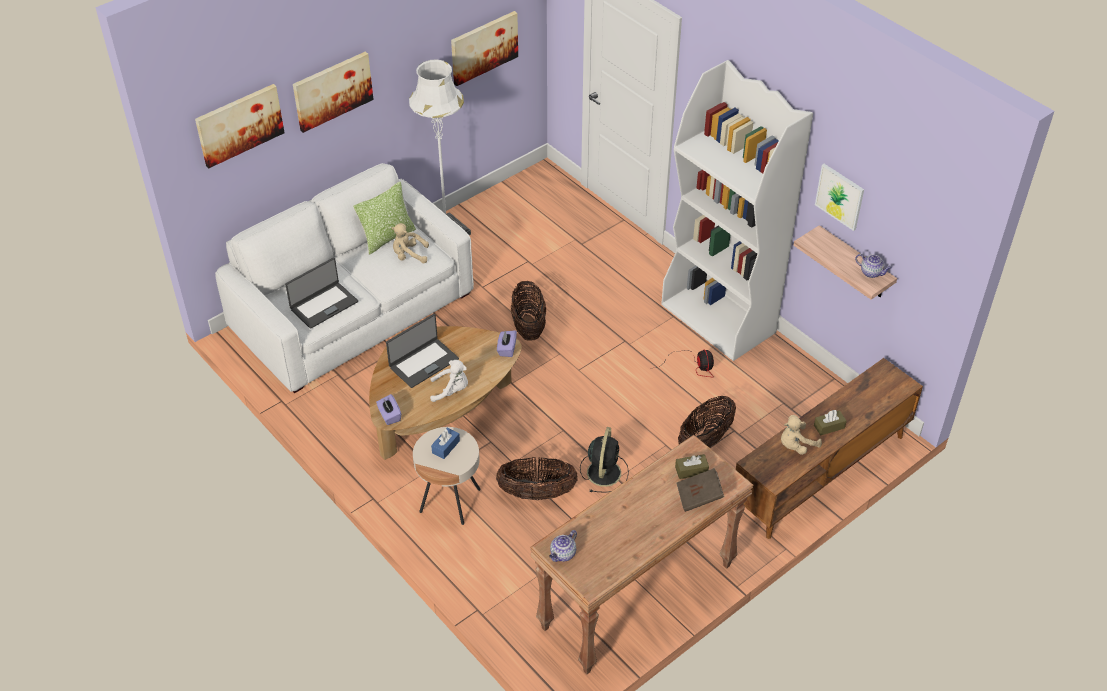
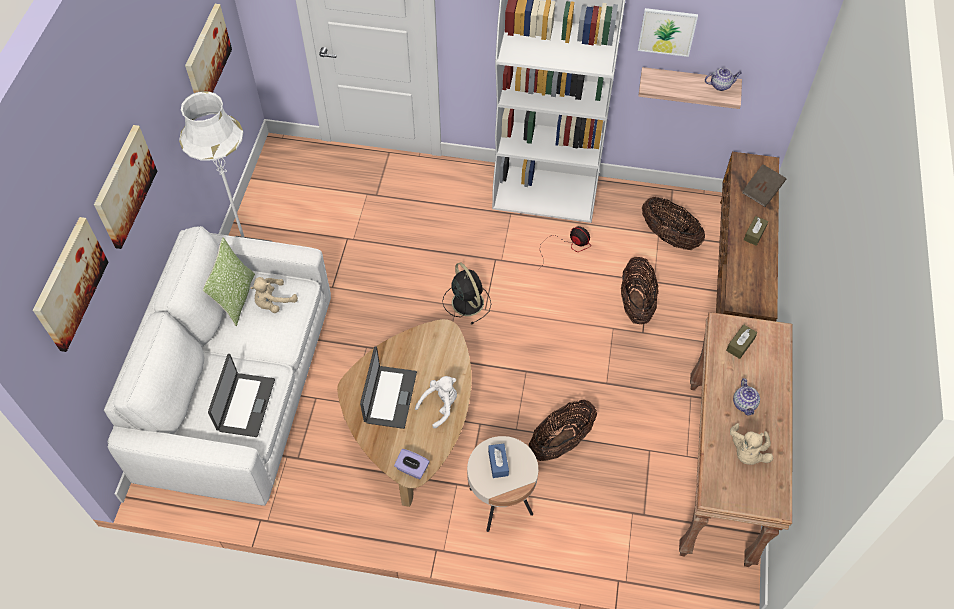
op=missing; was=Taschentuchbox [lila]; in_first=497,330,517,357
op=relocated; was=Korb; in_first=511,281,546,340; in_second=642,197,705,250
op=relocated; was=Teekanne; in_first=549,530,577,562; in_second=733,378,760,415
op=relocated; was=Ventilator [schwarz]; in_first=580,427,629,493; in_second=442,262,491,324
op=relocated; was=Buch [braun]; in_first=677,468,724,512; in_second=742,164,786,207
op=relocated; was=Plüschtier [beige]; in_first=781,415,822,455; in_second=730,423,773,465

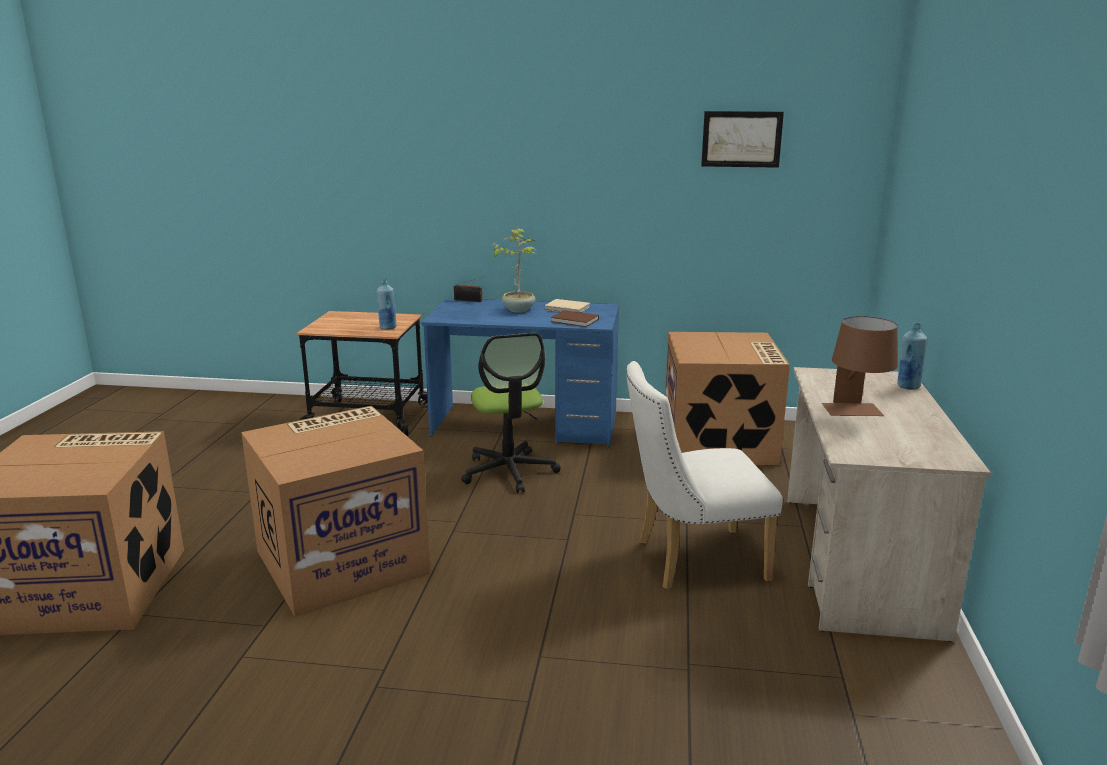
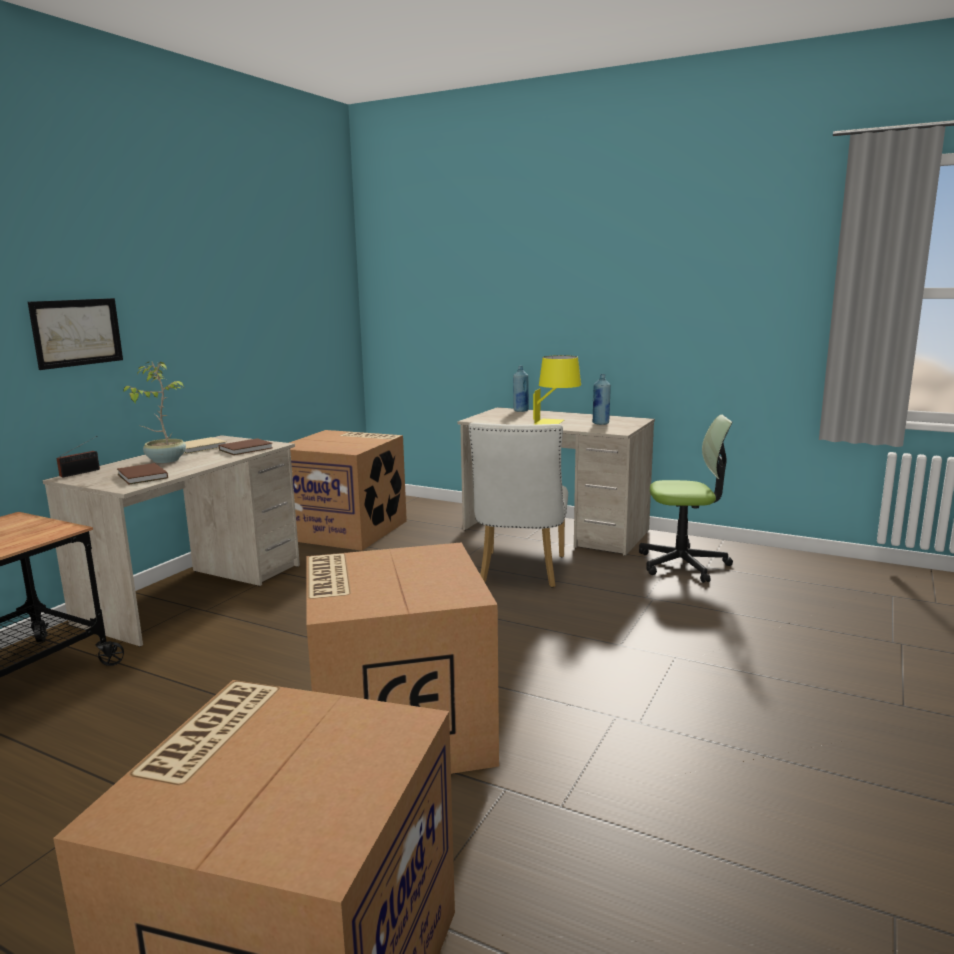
op=appeared; now=Buch [braun]; in_second=117,463,168,484
op=relocated; was=Flasche [blau]; in_first=376,279,396,330; in_second=592,374,611,425
op=relocated; was=Bürostuhl; in_first=461,333,561,493; in_second=639,415,733,583
op=relocated; was=Bild; in_first=701,111,784,168; in_second=28,298,123,370
op=colour; was=Schreibtisch [blau]; now=Schreibtisch [beige]; in_first=422,298,619,447; in_second=42,435,300,647
op=colour; was=Tischlampe [braun]; now=Tischlampe [gelb]; in_first=822,316,898,416; in_second=533,355,581,425

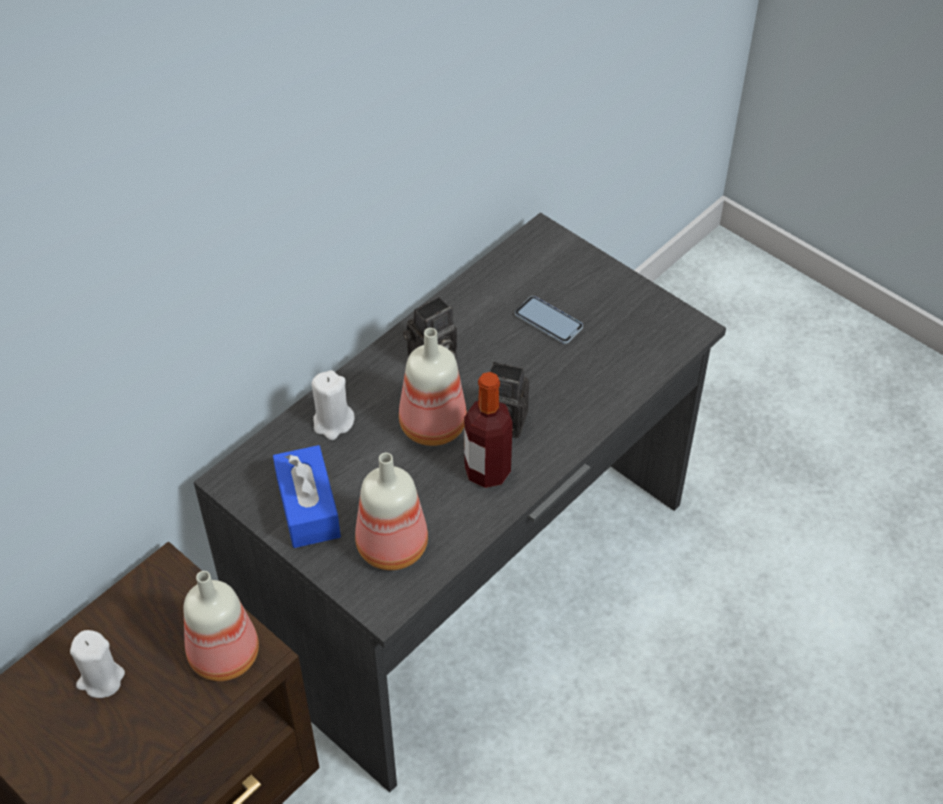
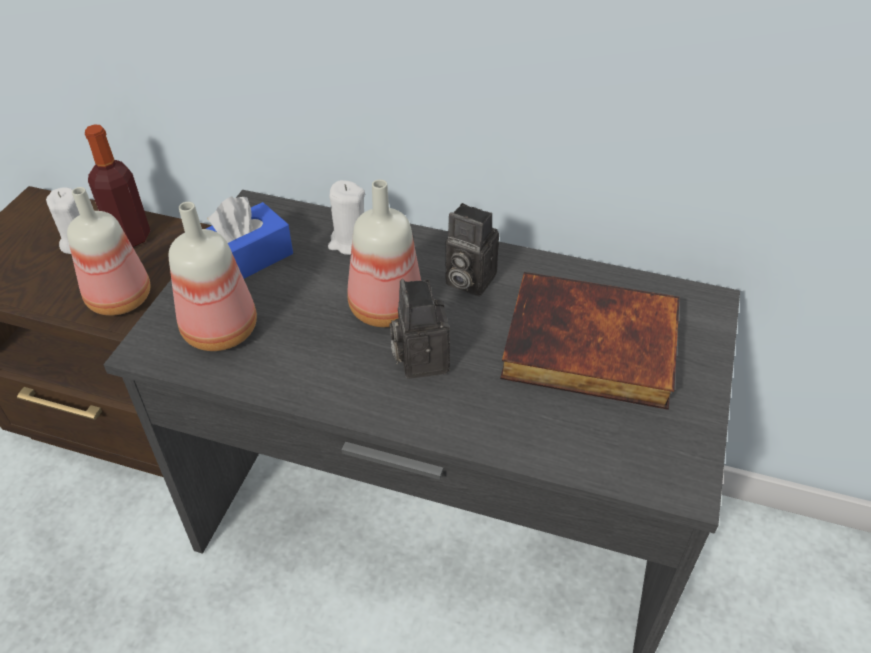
op=relocated; was=Flasche; in_first=464,372,513,488; in_second=85,125,151,247
op=exchanged; was=Handy; now=Buch; in_first=515,296,583,344; in_second=500,272,680,410

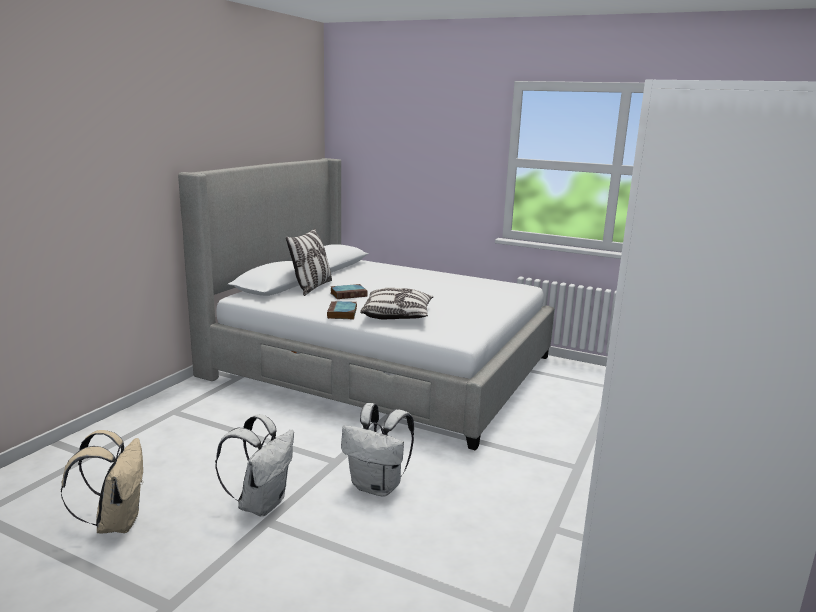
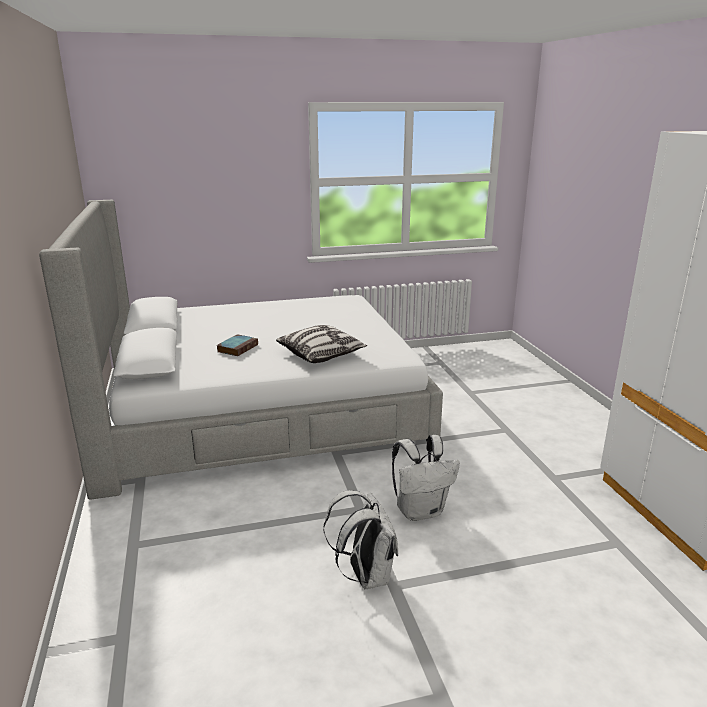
op=missing; was=Rucksack [beige]; in_first=61,430,144,533
op=missing; was=Kissen; in_first=286,228,332,296
op=missing; was=Buch; in_first=327,301,357,319

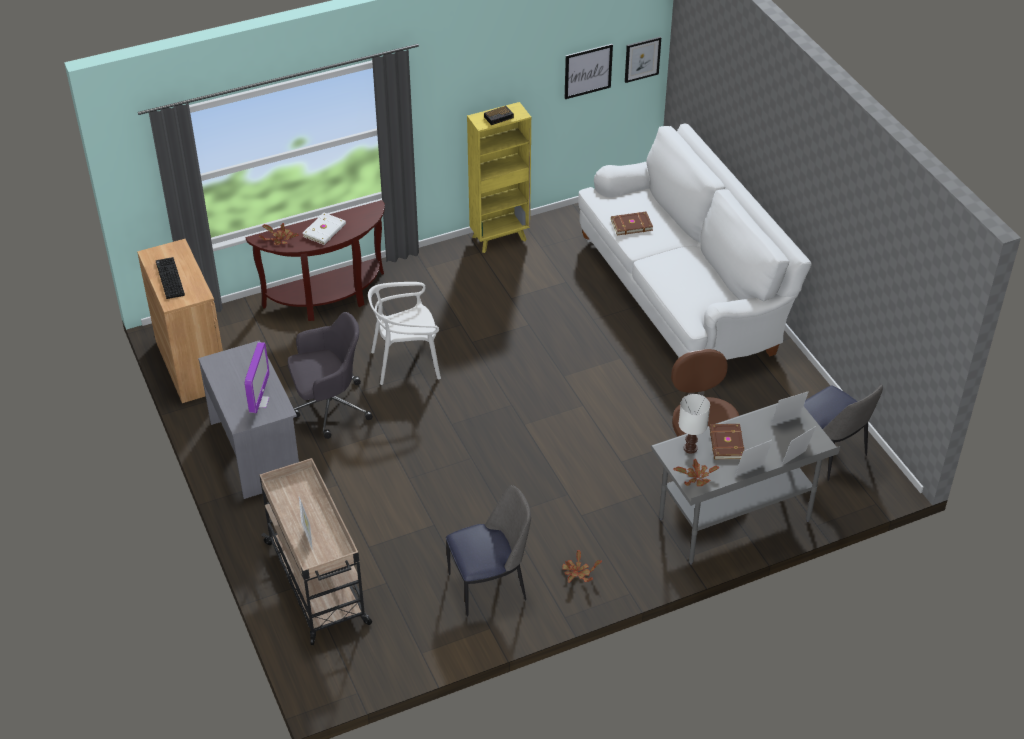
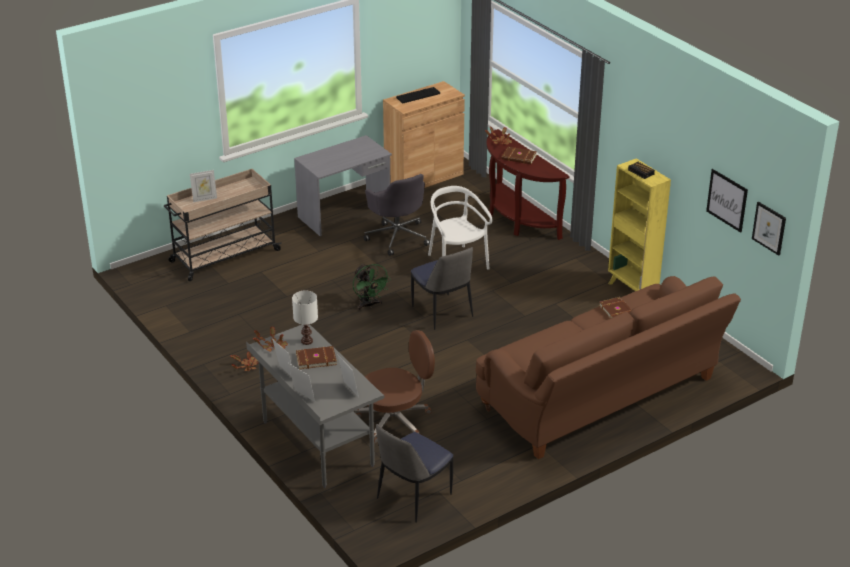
op=missing; was=Monitor; in_first=245,342,269,413
op=appeared; now=Ventilator [grün]; in_second=353,264,391,310
op=relocated; was=Stuhl; in_first=446,485,531,617; in_second=411,247,473,330
op=colour; was=Buch [weiß]; now=Buch [braun]; in_first=303,213,346,245; in_second=502,147,537,164
op=colour; was=Sofa [weiß]; now=Sofa [braun]; in_first=578,123,811,360; in_second=476,276,741,459

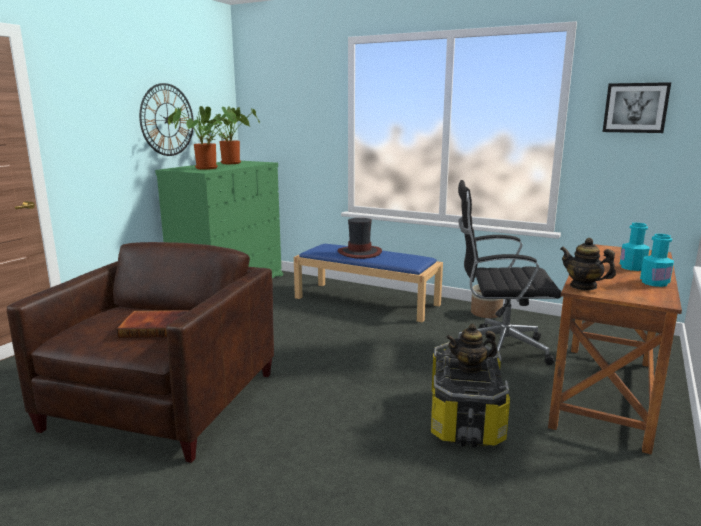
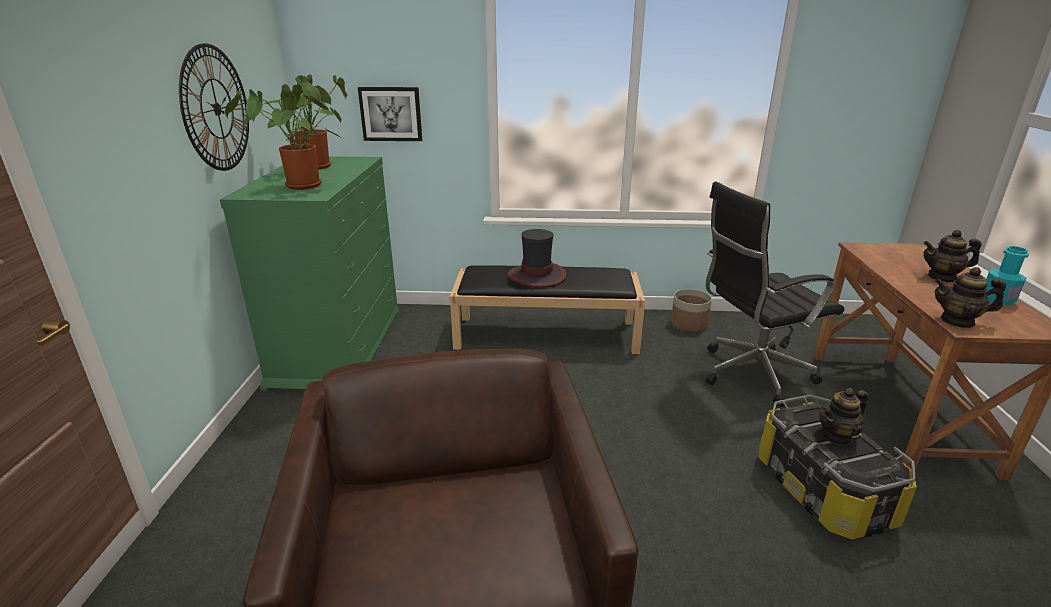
op=missing; was=Buch; in_first=116,310,190,338
op=relocated; was=Bild; in_first=602,82,671,133; in_second=358,87,422,141
op=exchanged; was=Flasche [türkis]; now=Teekanne; in_first=620,223,650,271; in_second=923,230,982,282
op=colour; was=Bank [blau]; now=Bank [schwarz]; in_first=294,244,443,323; in_second=450,265,645,354

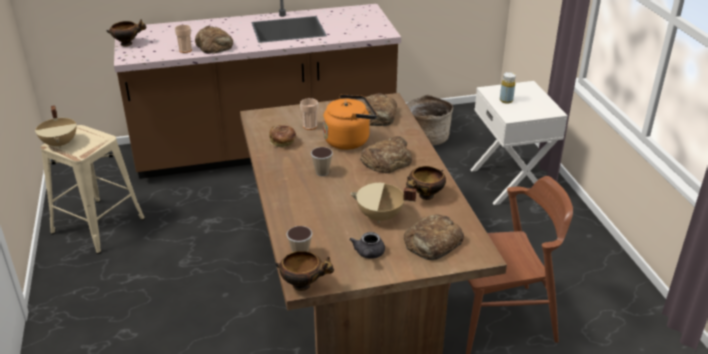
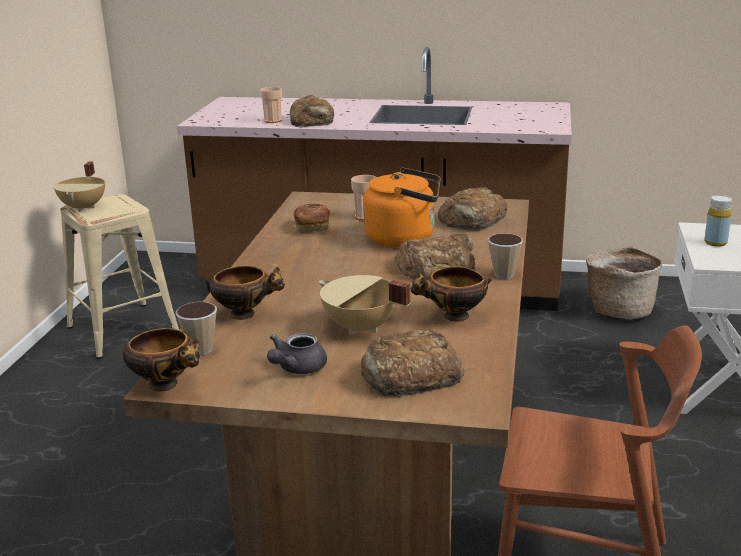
op=relocated; was=Schüssel; in_first=106,20,147,46; in_second=206,266,285,320
op=relocated; was=Tasse; in_first=311,147,333,176; in_second=488,233,523,279

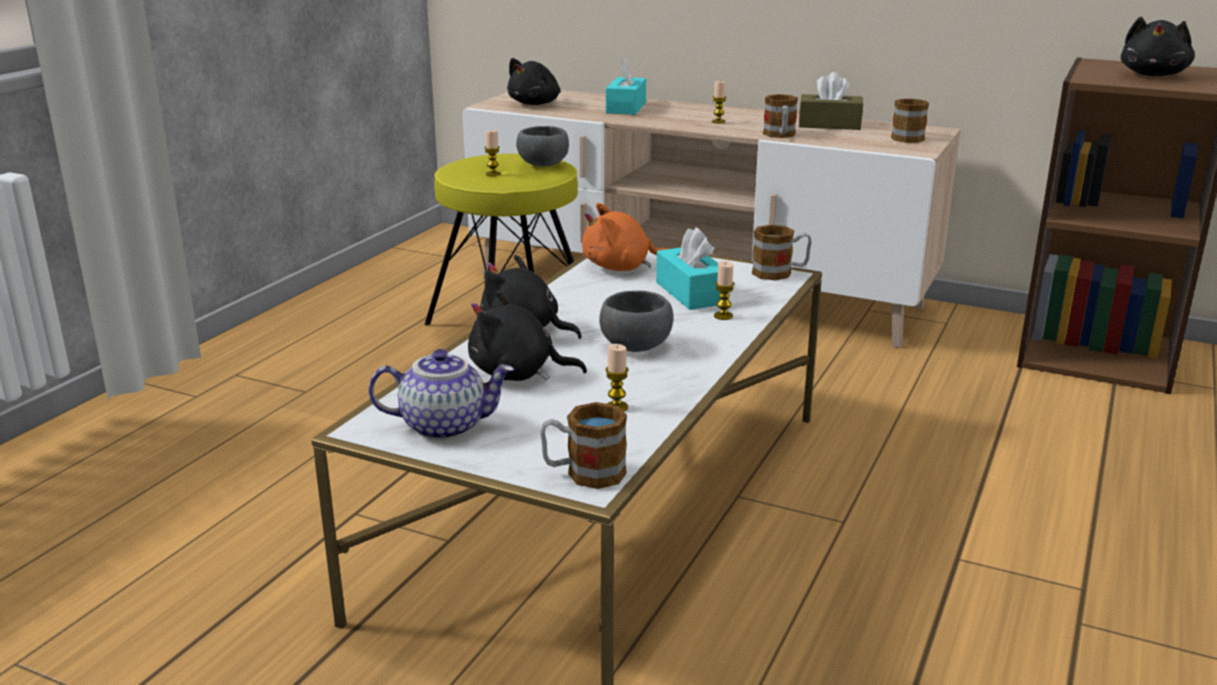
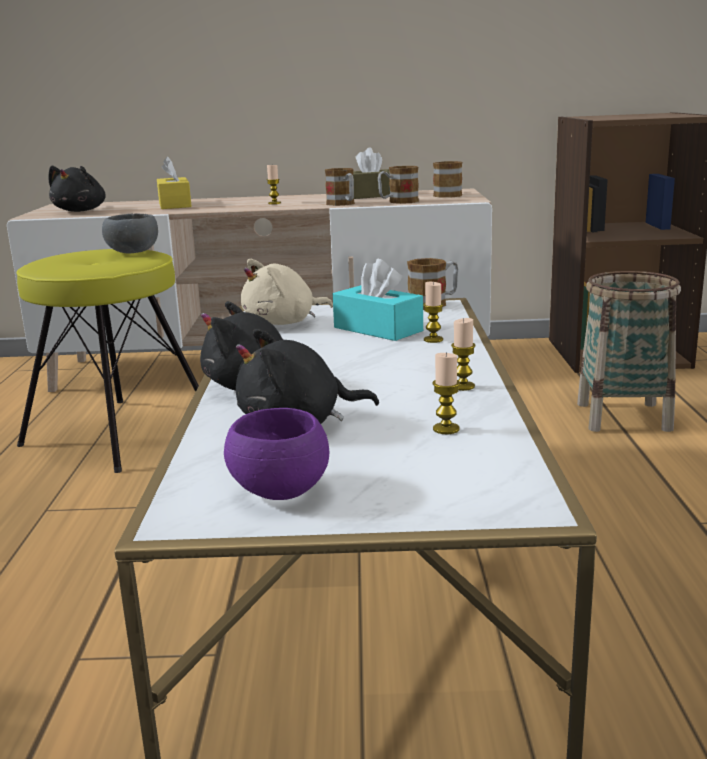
op=missing; was=Schüssel [grau]; in_first=599,291,674,352
op=missing; was=Plüschtier [schwarz]; in_first=1121,17,1195,76
op=appeared; now=Korb; in_second=577,271,681,432
op=relocated; was=Kerze; in_first=484,130,501,177; in_second=451,318,476,391
op=relocated; was=Henkelbecher; in_first=540,402,627,489; in_second=378,166,419,204
op=exchanged; was=Teekanne; now=Schüssel [lila]; in_first=368,349,514,440; in_second=224,408,329,500
op=colour; was=Plüschtier [orange]; now=Plüschtier [beige]; in_first=582,203,668,271; in_second=241,259,333,325
op=colour; was=Taschentuchbox [türkis]; now=Taschentuchbox [gelb]; in_first=606,58,646,115; in_second=157,156,192,209

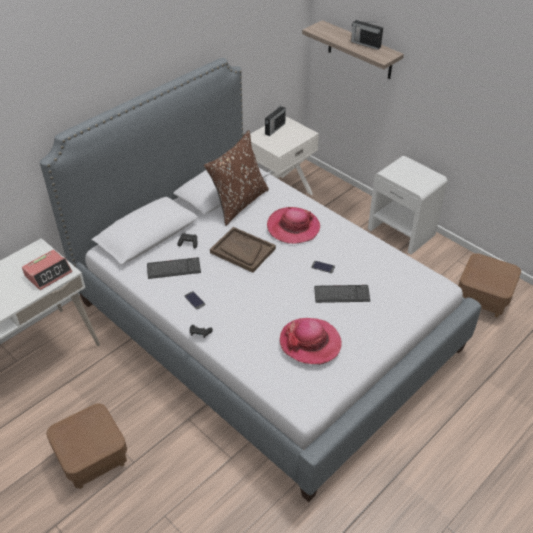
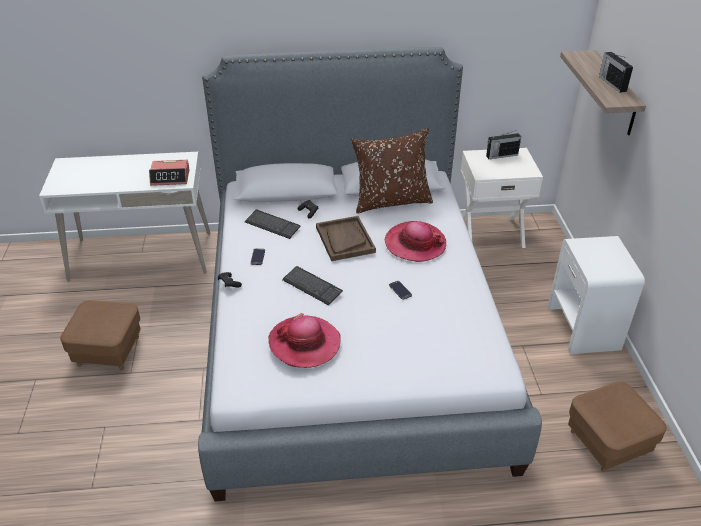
op=relocated; was=Tastatur; in_first=314,285,370,303; in_second=282,266,343,305

